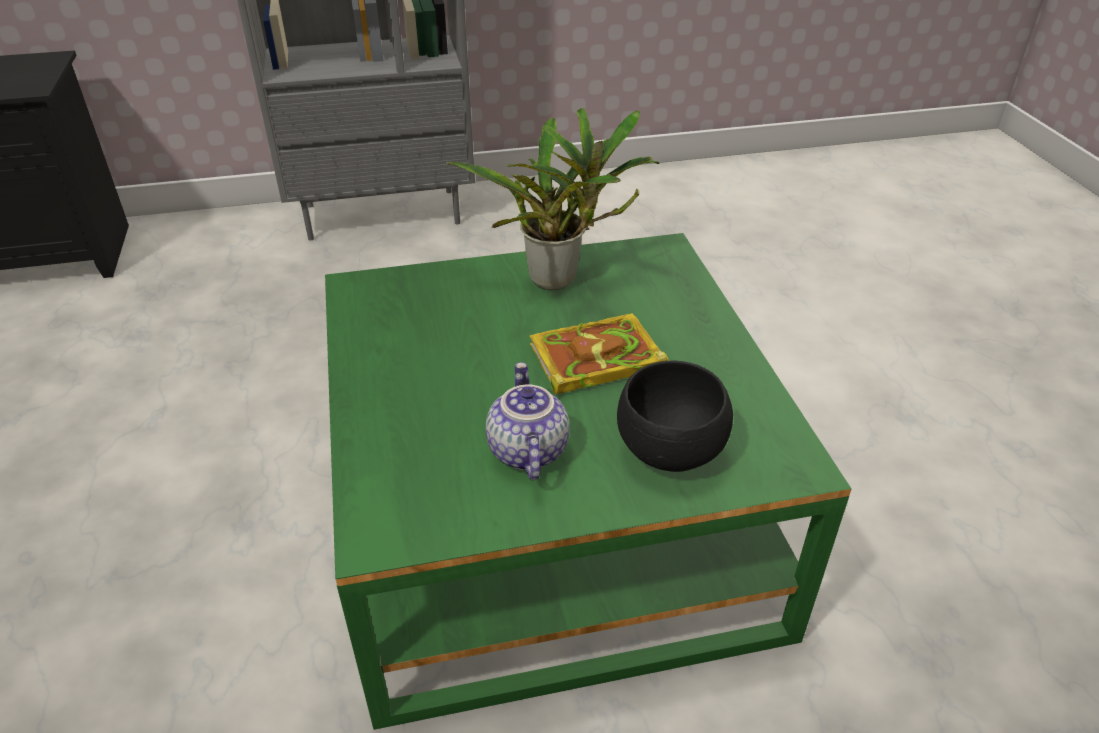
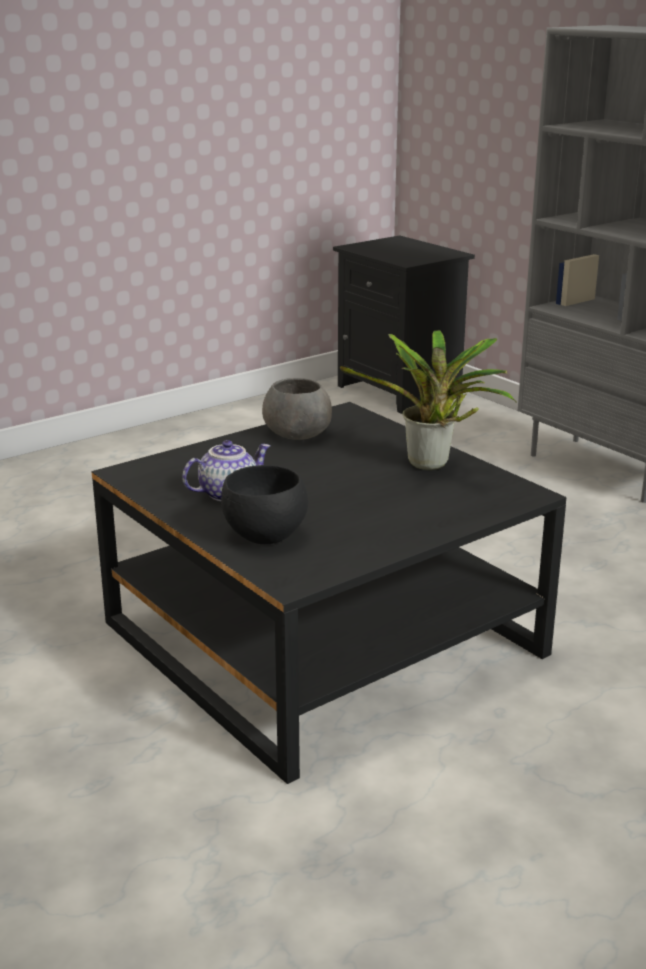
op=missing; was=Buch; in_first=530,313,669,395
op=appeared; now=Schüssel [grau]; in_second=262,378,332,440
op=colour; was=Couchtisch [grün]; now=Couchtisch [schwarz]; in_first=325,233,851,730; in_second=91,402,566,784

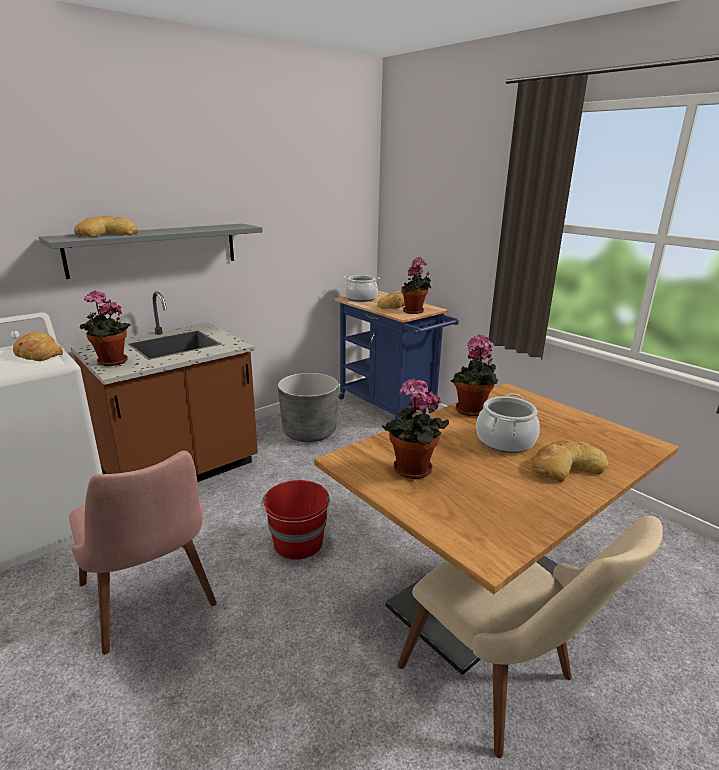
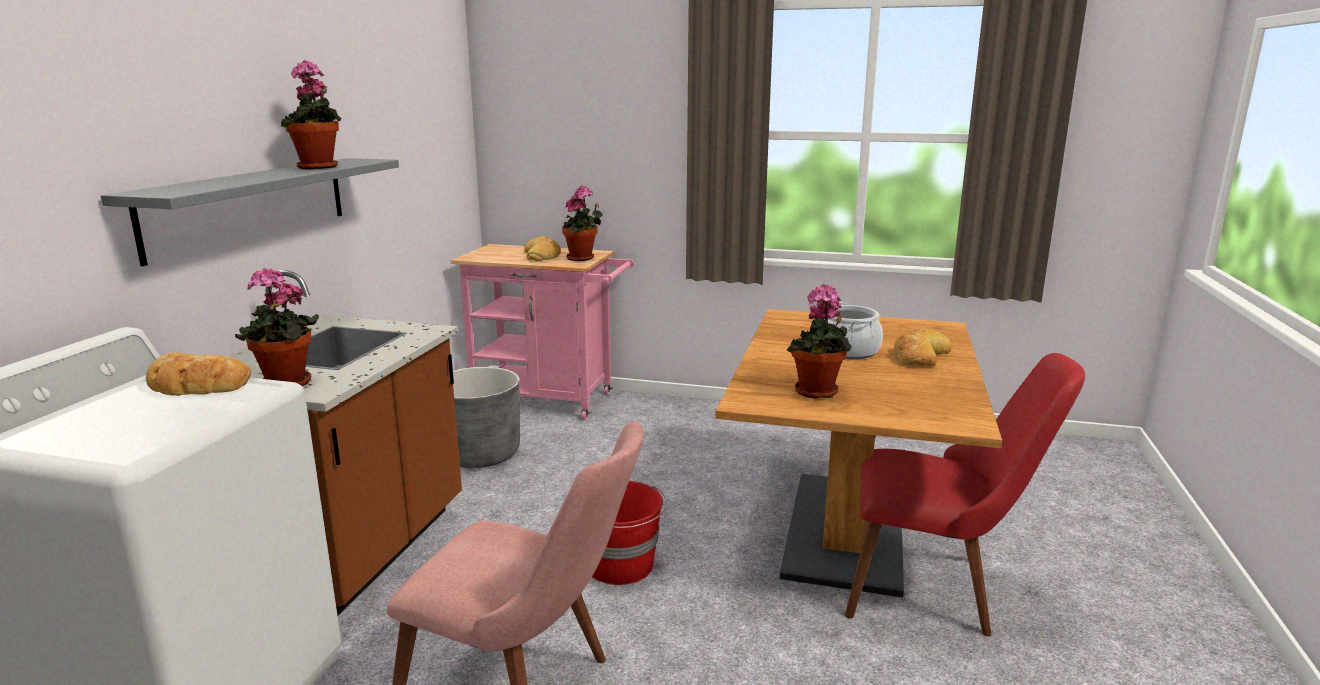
op=missing; was=Brot; in_first=74,216,138,237
op=missing; was=Kochtopf; in_first=343,275,380,302
op=relocated; was=Topfpflanze; in_first=451,334,498,416; in_second=281,60,342,169
op=colour; was=Rollwagen [blau]; now=Rollwagen [rosa]; in_first=334,291,459,420; in_second=450,244,634,420
op=colour; was=Stuhl [beige]; now=Stuhl [rot]; in_first=397,516,663,758; in_second=845,353,1085,636

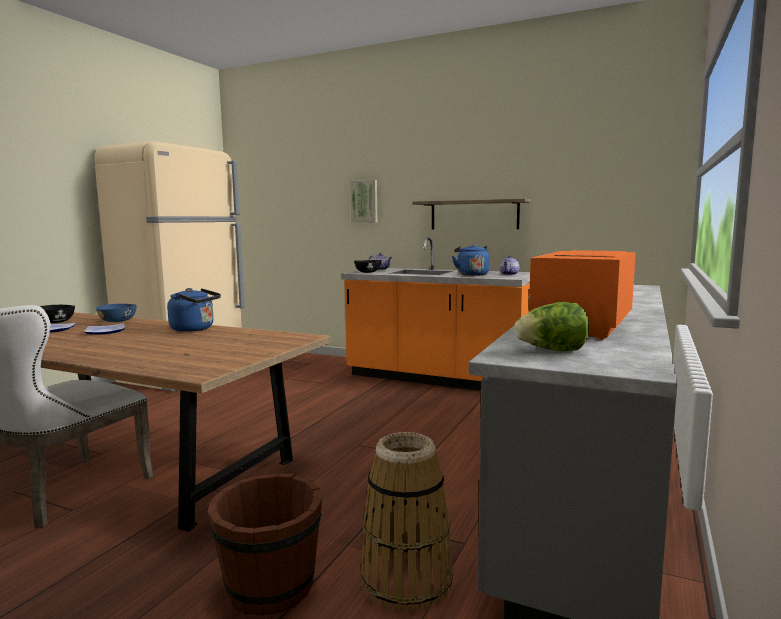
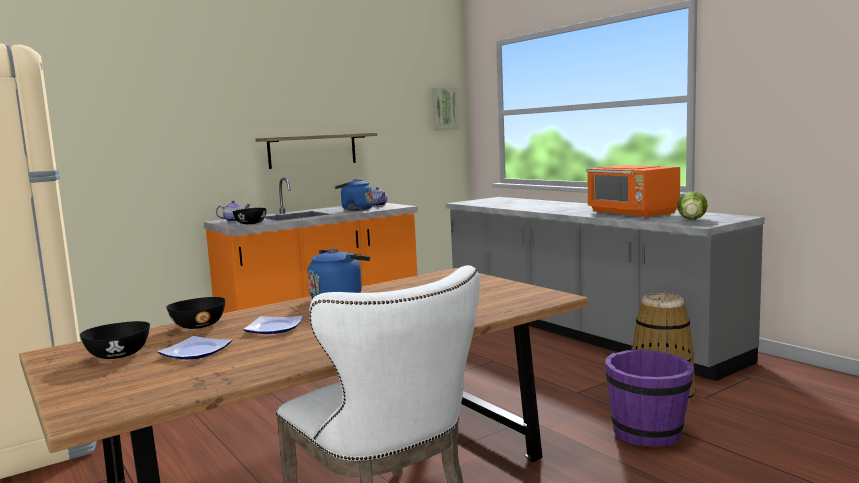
op=relocated; was=Bild; in_first=350,180,377,223; in_second=432,87,459,131
op=colour; was=Schüssel [blau]; now=Schüssel [schwarz]; in_first=96,304,137,322; in_second=166,297,225,329
op=colour; was=Eimer [braun]; now=Eimer [lila]; in_first=207,473,322,616; in_second=605,350,694,447

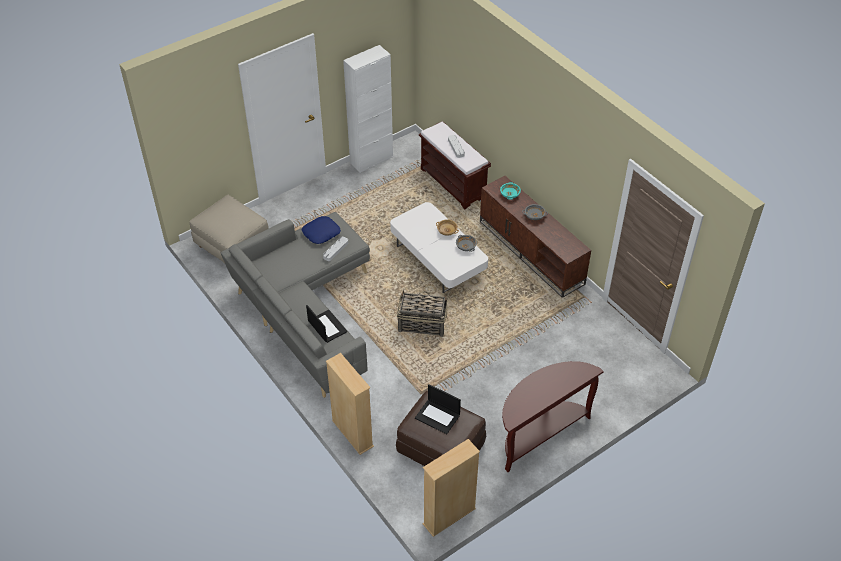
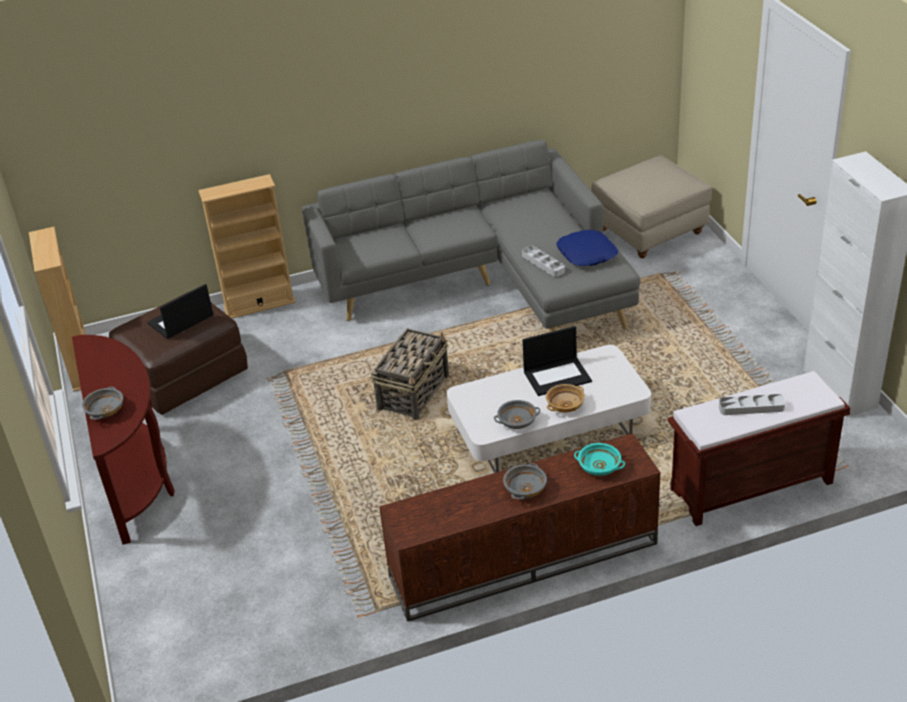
op=appeared; now=Schüssel [grau]; in_second=82,387,123,420
op=relocated; was=Laptop; in_first=306,305,347,343; in_second=522,326,592,396

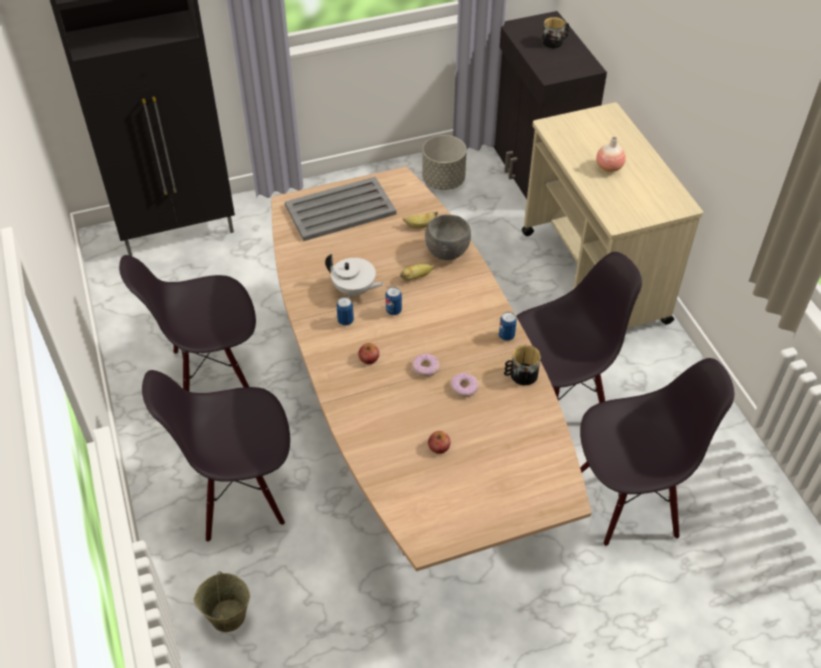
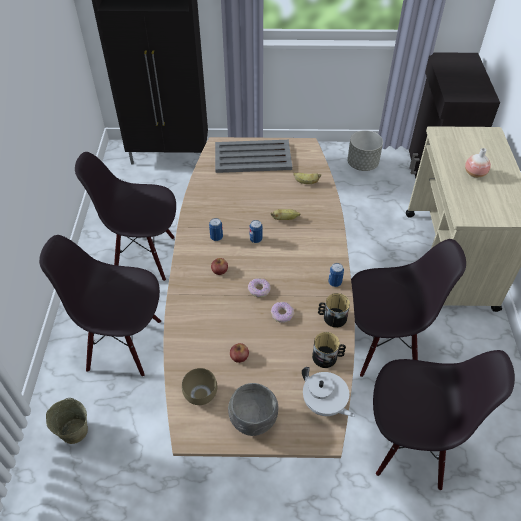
op=appeared; now=Schüssel [braun]; in_second=182,368,217,405
op=relocated; was=Teekanne [weiß]; in_first=325,254,385,297; in_second=302,367,355,417
op=relocated; was=Schüssel [grau]; in_first=425,214,471,260; in_second=228,383,279,436
op=relocated; was=Henkelbecher; in_first=542,17,569,49; in_second=312,332,346,368

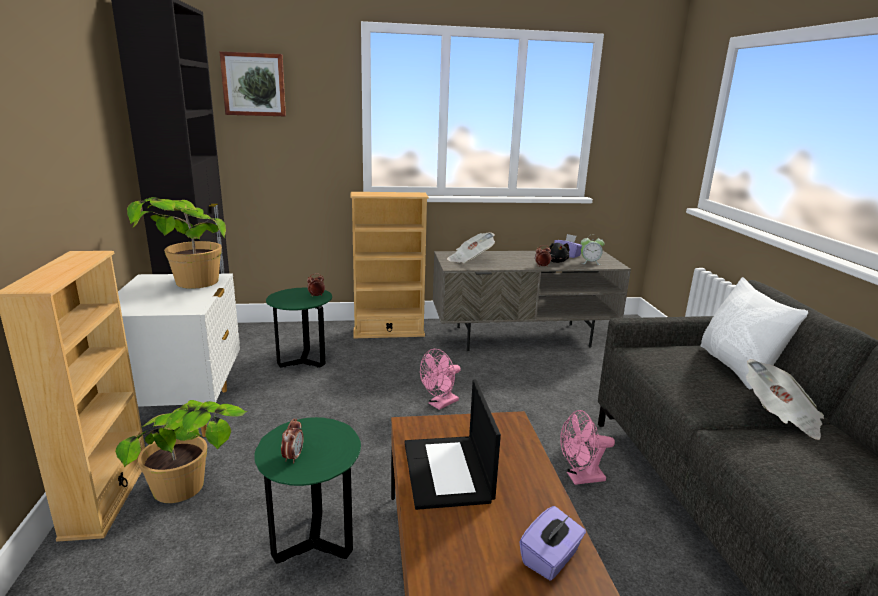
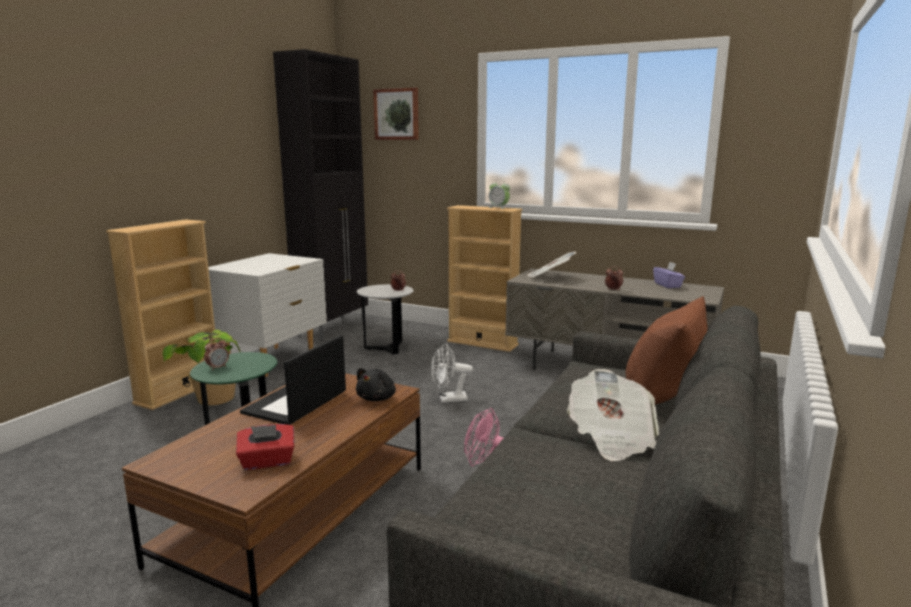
op=missing; was=Topfpflanze; in_first=127,197,226,289
op=relocated; was=Plüschtier [schwarz]; in_first=550,243,569,263; in_second=356,368,396,401
op=relocated; was=Wecker; in_first=581,235,605,265; in_second=488,179,510,209
op=colour; was=Beistelltisch [grün]; now=Beistelltisch [weiß]; in_first=266,287,332,367; in_second=357,284,414,355
op=colour; was=Ventilator [rosa]; now=Ventilator [weiß]; in_first=420,349,461,410; in_second=431,343,473,403
op=colour; was=Taschentuchbox [lila]; now=Taschentuchbox [rot]; in_first=519,506,586,581; in_second=236,424,294,470
op=colour; was=Kissen [weiß]; now=Kissen [braun]; in_first=701,277,808,389; in_second=626,296,708,404

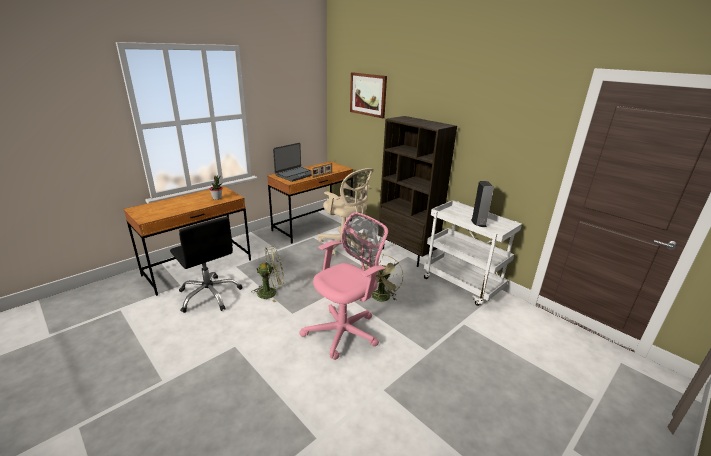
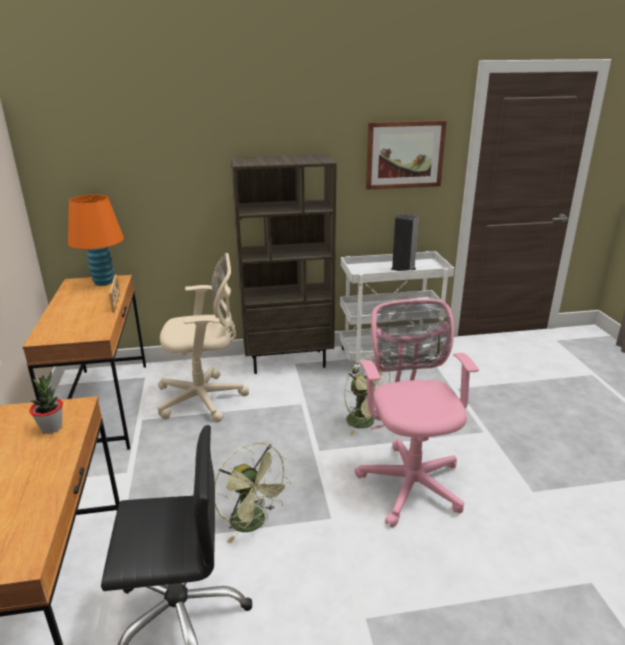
op=missing; was=Laptop; in_first=273,143,312,182
op=appeared; now=Tischlampe [orange]; in_second=68,194,124,286
op=relocated; was=Bild; in_first=350,72,387,119; in_second=366,120,447,190
op=spun; was=Ventilator [grün]; in_first=251,246,284,302; in_second=215,442,292,543; clockwise=120

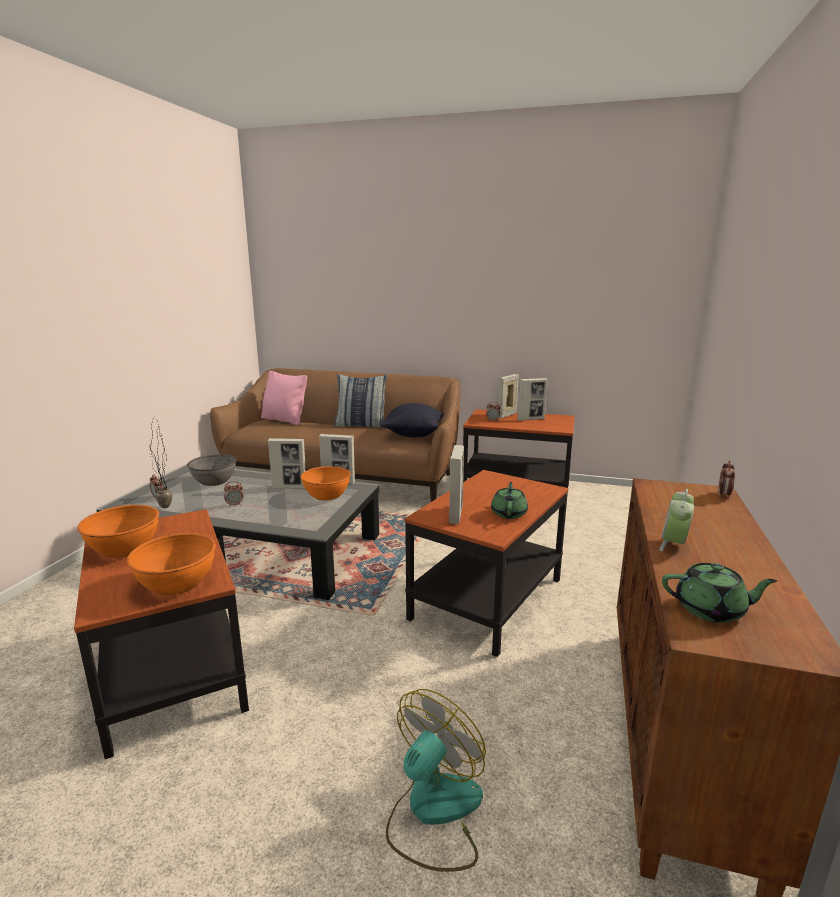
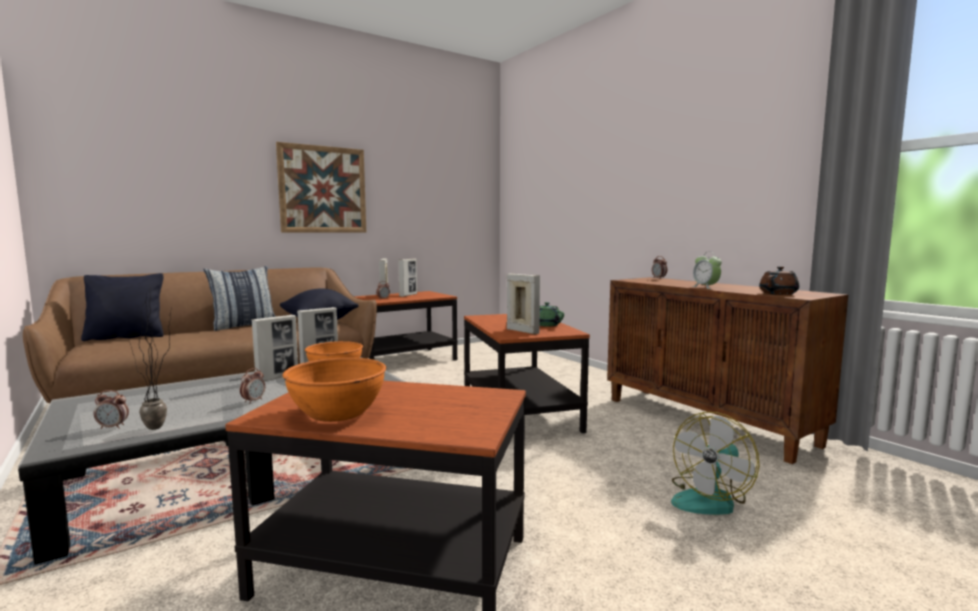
op=missing; was=Schüssel [orange]; in_first=127,533,216,595
op=missing; was=Schüssel [grau]; in_first=187,454,237,486
op=appeared; now=Bild; in_second=276,142,366,232
op=colour; was=Kissen [rosa]; now=Kissen [schwarz]; in_first=261,371,307,425; in_second=81,273,164,341
op=colour; was=Teekanne [grün]; now=Teekanne [braun]; in_first=662,563,777,623; in_second=759,266,799,295
op=spun; was=Ventilator; in_first=386,689,486,872; in_second=671,412,760,515; clockwise=-120

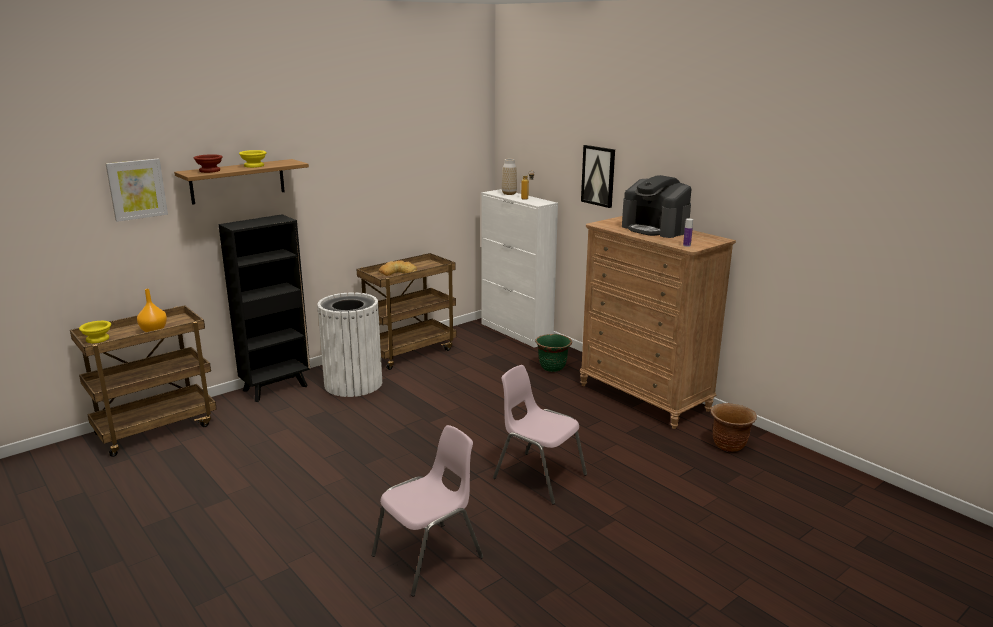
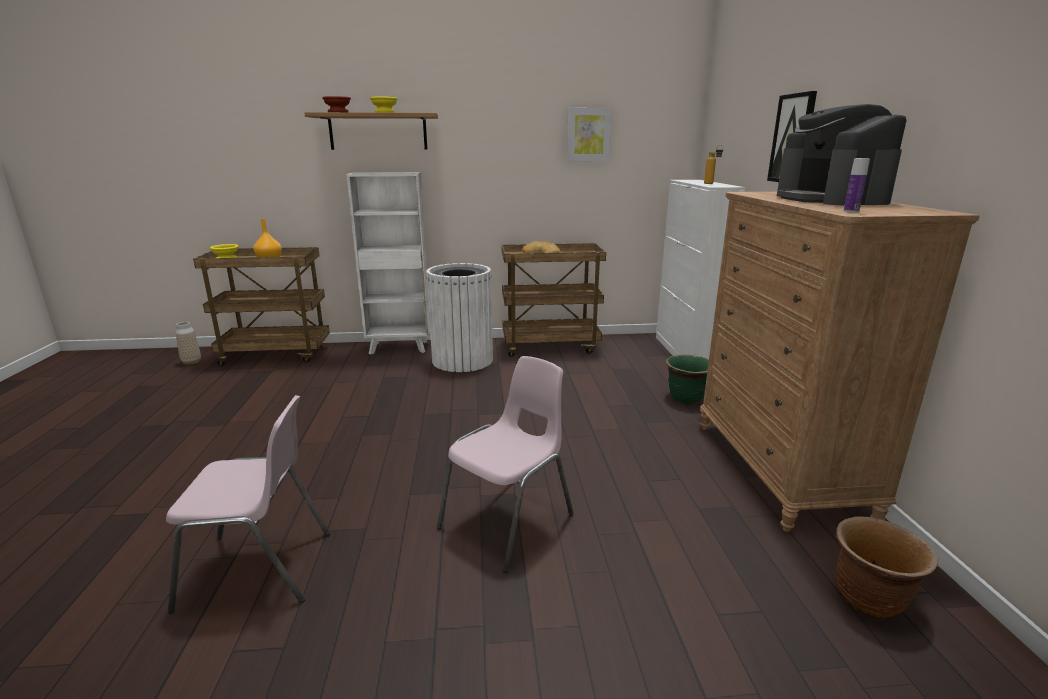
op=relocated; was=Bild; in_first=106,159,168,222; in_second=566,107,612,162
op=relocated; was=Vase; in_first=502,159,517,195; in_second=176,322,201,365
op=colour; was=Bücherregal [schwarz]; now=Bücherregal [weiß]; in_first=218,214,310,402; in_second=347,172,430,355
op=spun; was=Stuhl [rosa]; in_first=493,365,587,505; in_second=437,356,574,573; clockwise=60

